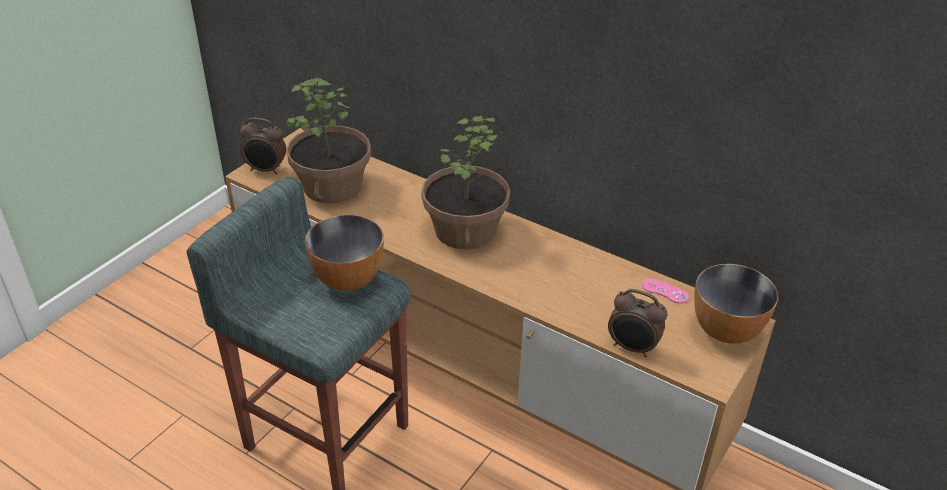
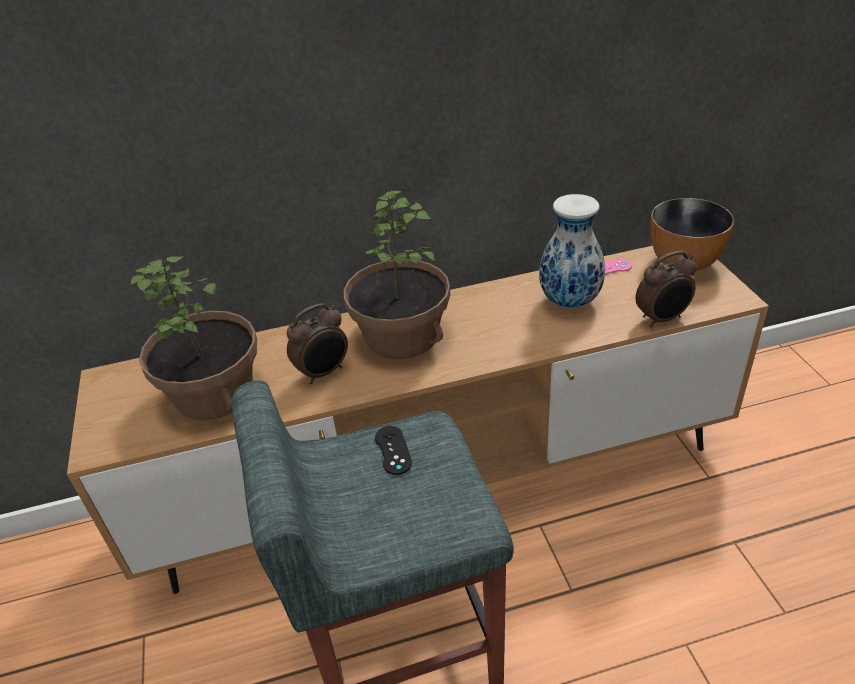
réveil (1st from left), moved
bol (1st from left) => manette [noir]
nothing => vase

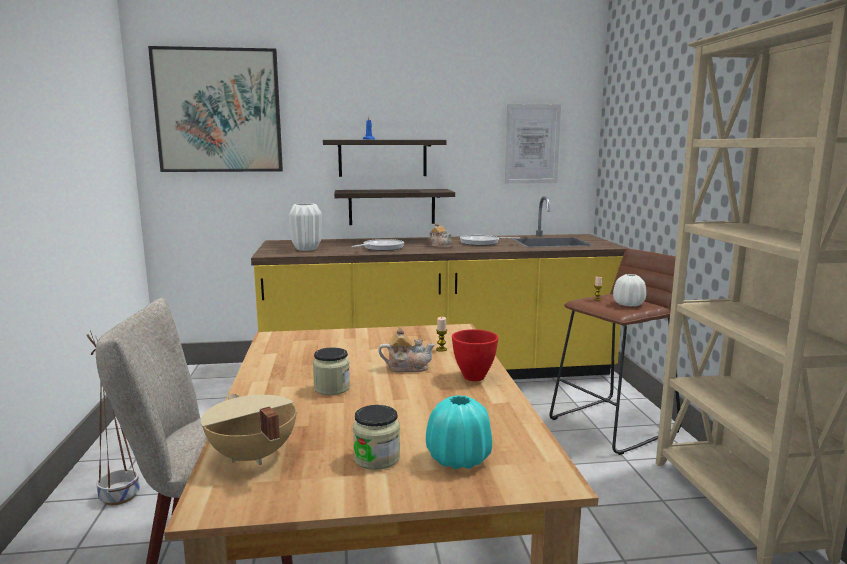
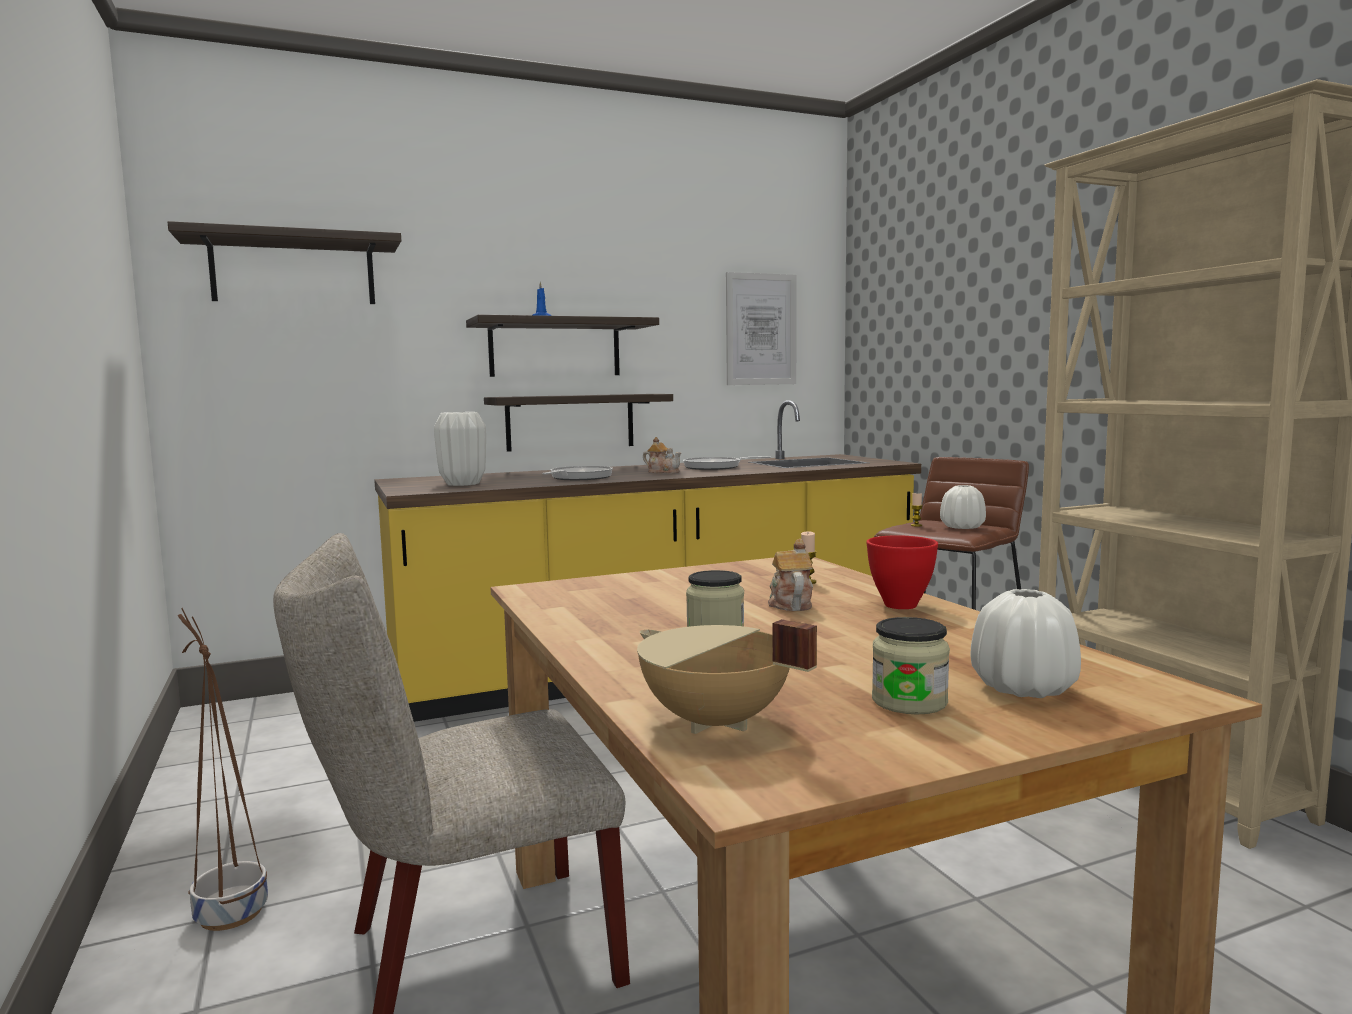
tableau (1st from left) => étagère (1st from left)
théière (1st from left in the first image) => théière (2nd from left), 75 degrees counterclockwise
vase [turquoise] => vase [blanc] (3rd from left)

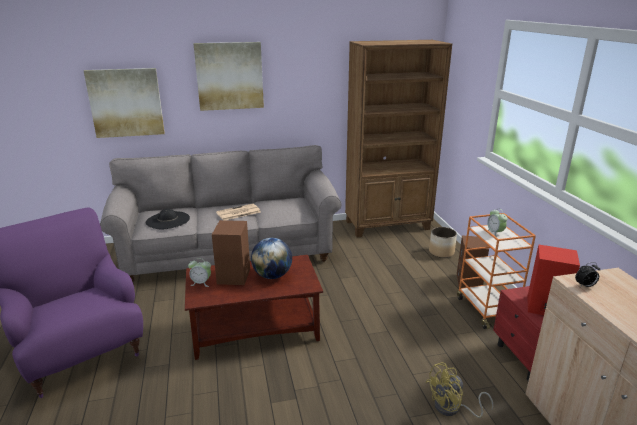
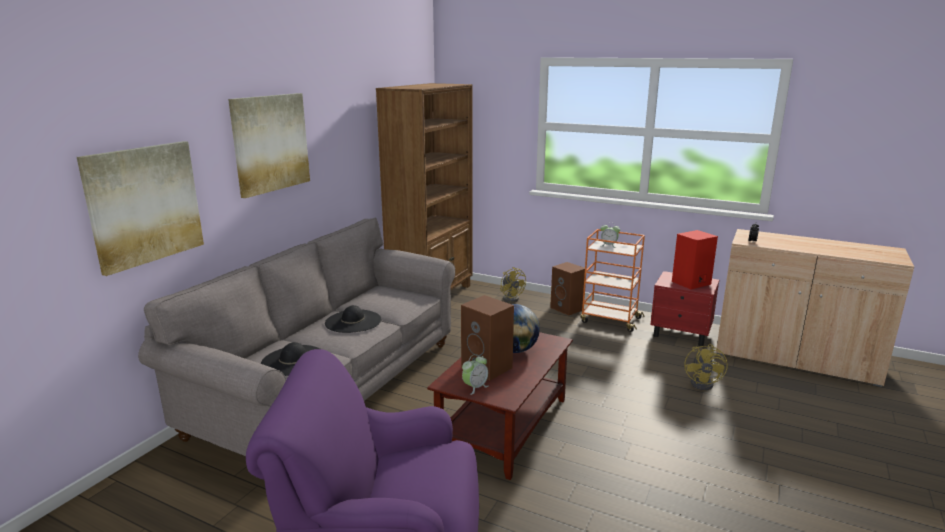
journal => chapeau [noir] (2nd from left)
cache-pot => ventilateur [jaune] (1st from left)

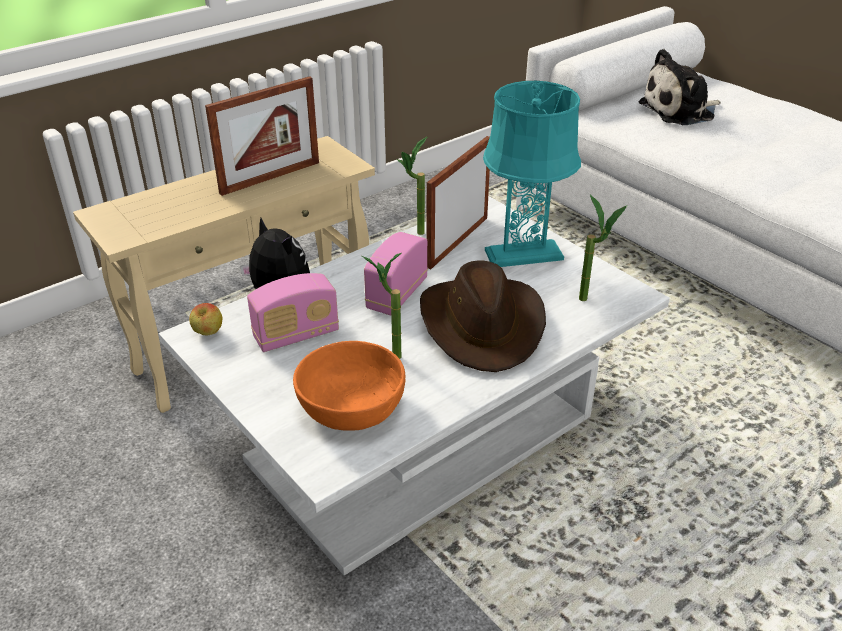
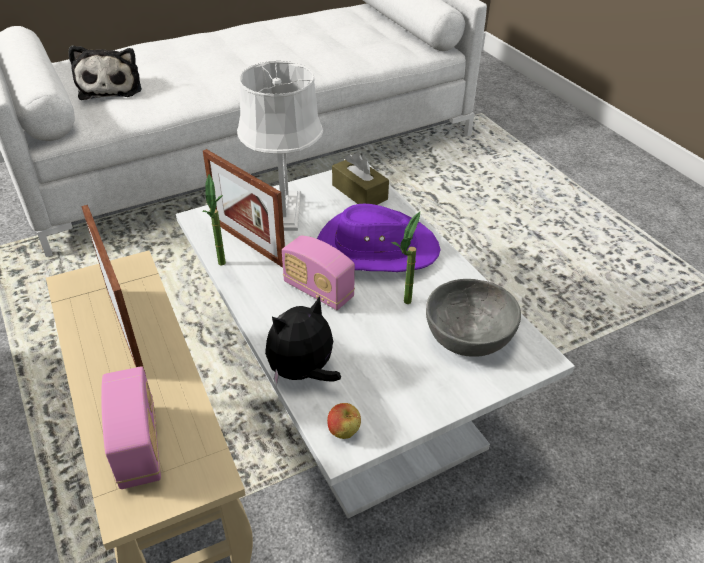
lampe de table [turquoise] => lampe de table [blanc]
plante en pot (3rd from left) => boîte à mouchoirs [marron]
chapeau [marron] => chapeau [violet]
radio (1st from left), moved
bol [orange] => bol [gris]

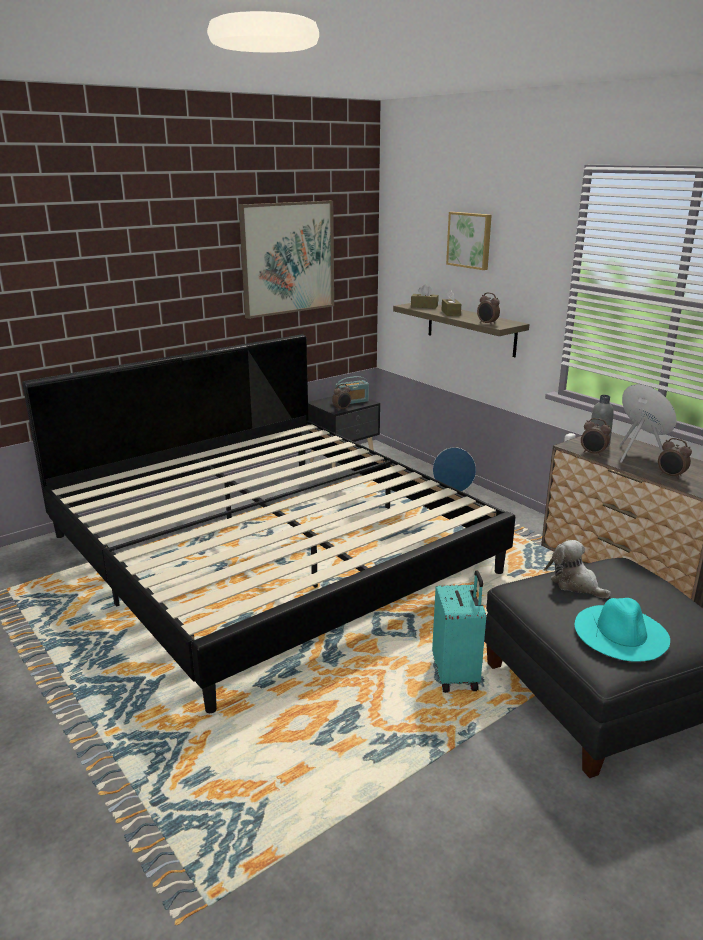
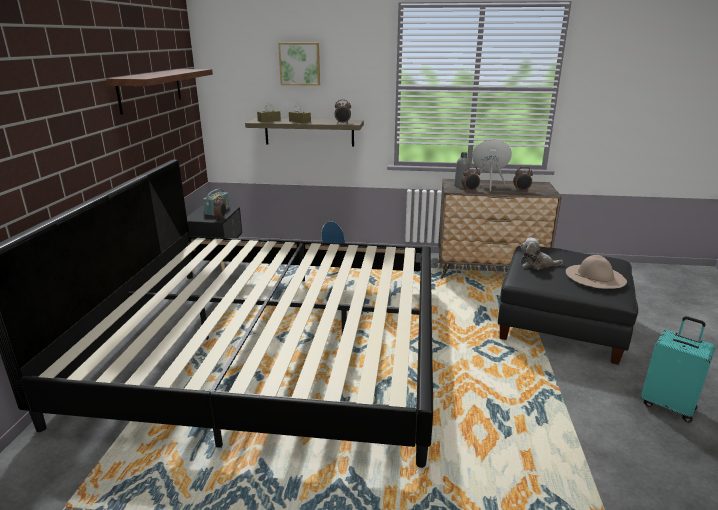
tableau (1st from left) => étagère (1st from left)
valise [turquoise], moved
chapeau [turquoise] => chapeau [beige]

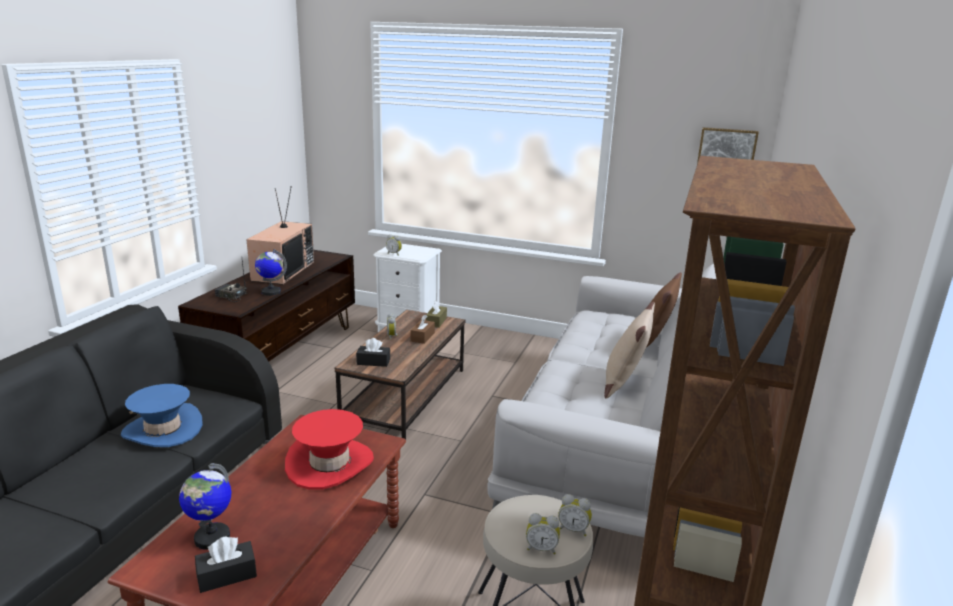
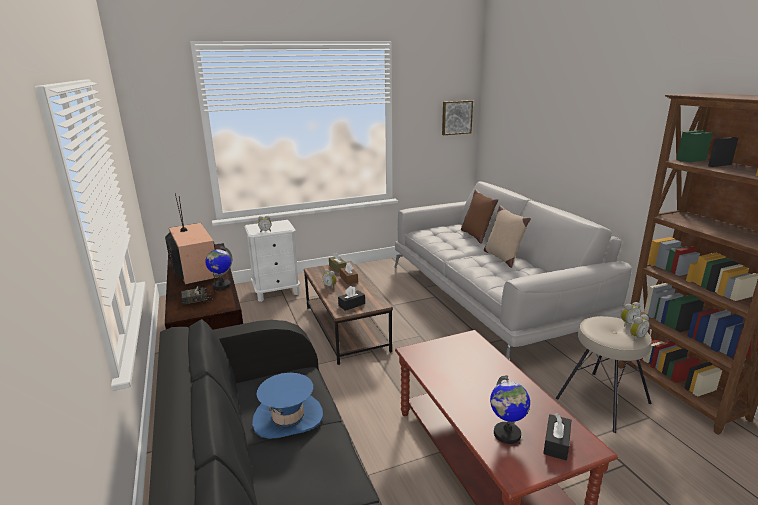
chapeau [rouge] => nothing

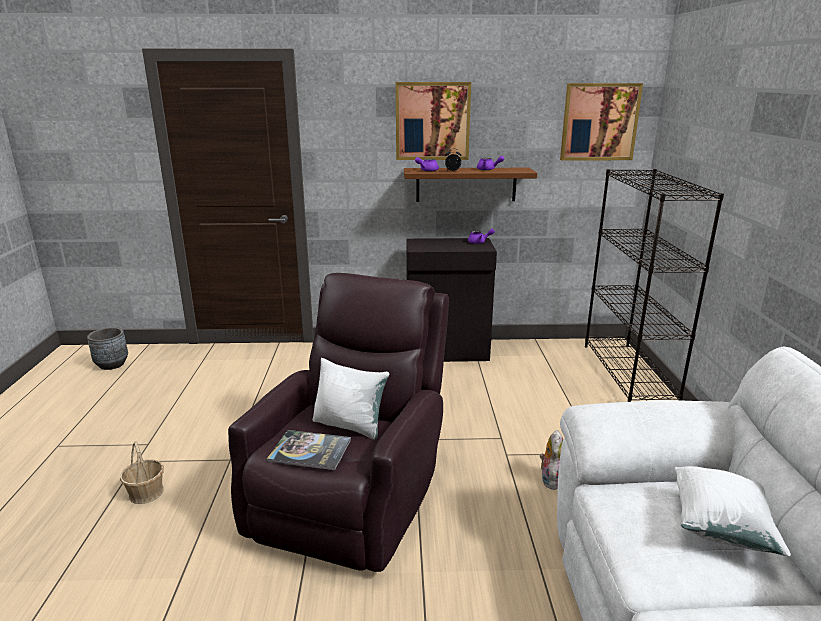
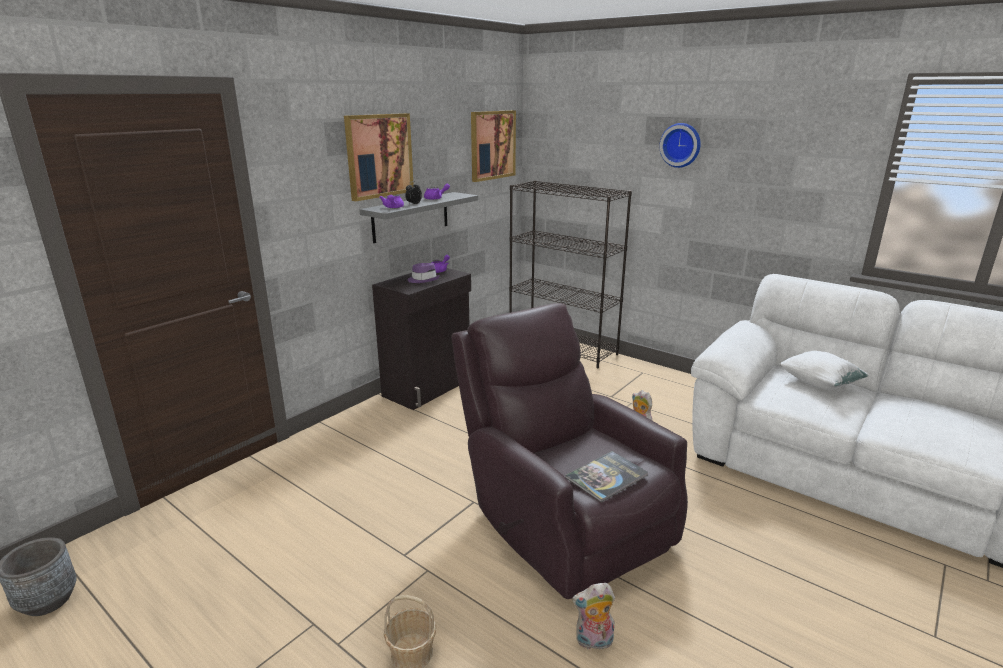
étagère [marron] => étagère [gris]
coussin [blanc] (1st from left) => nothing
nothing => horloge murale
nothing => chapeau [violet]
nothing => peluche (1st from left)

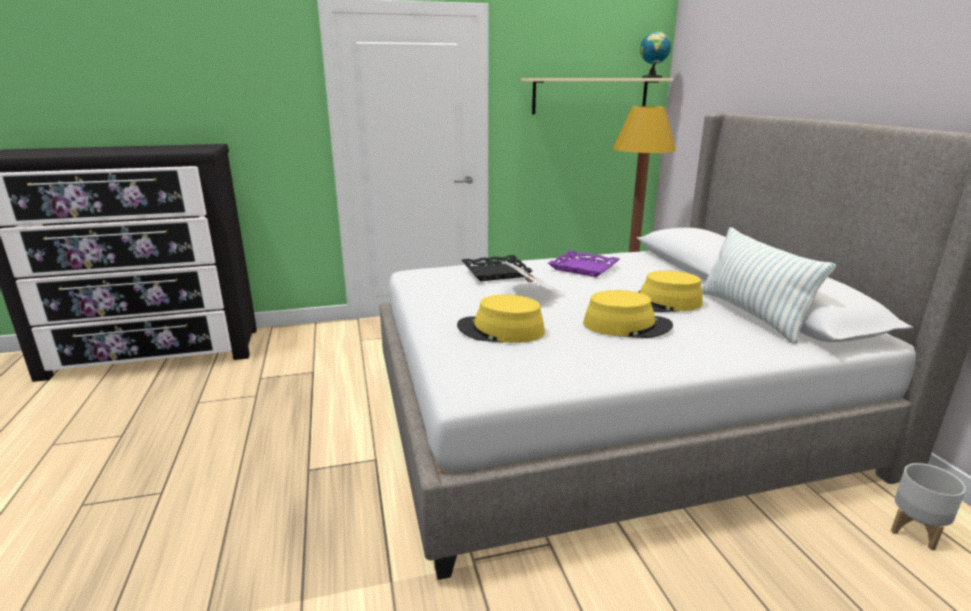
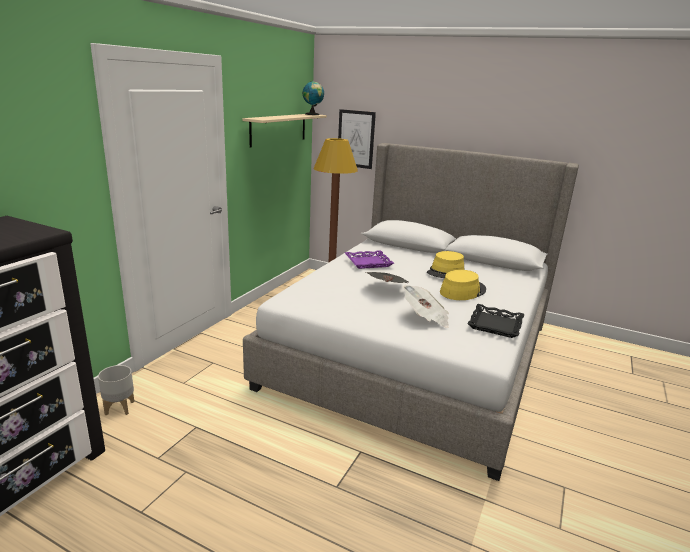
coussin => nothing
plateau [noir], moved
chapeau [jaune] (1st from left) => journal (2nd from left)
cache-pot [gris], moved
nothing => tableau

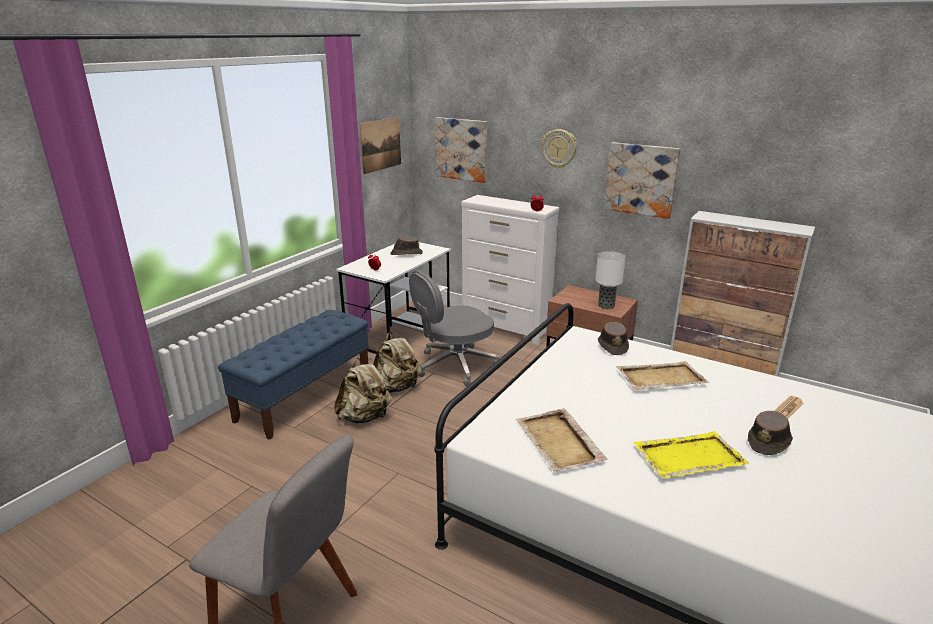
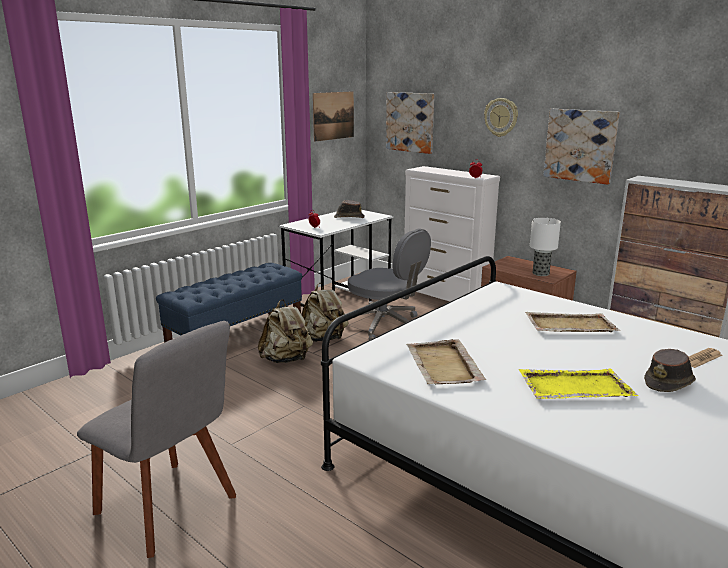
chaise de bureau [gris], 120 degrees counterclockwise
chapeau [marron] (2nd from left) => nothing

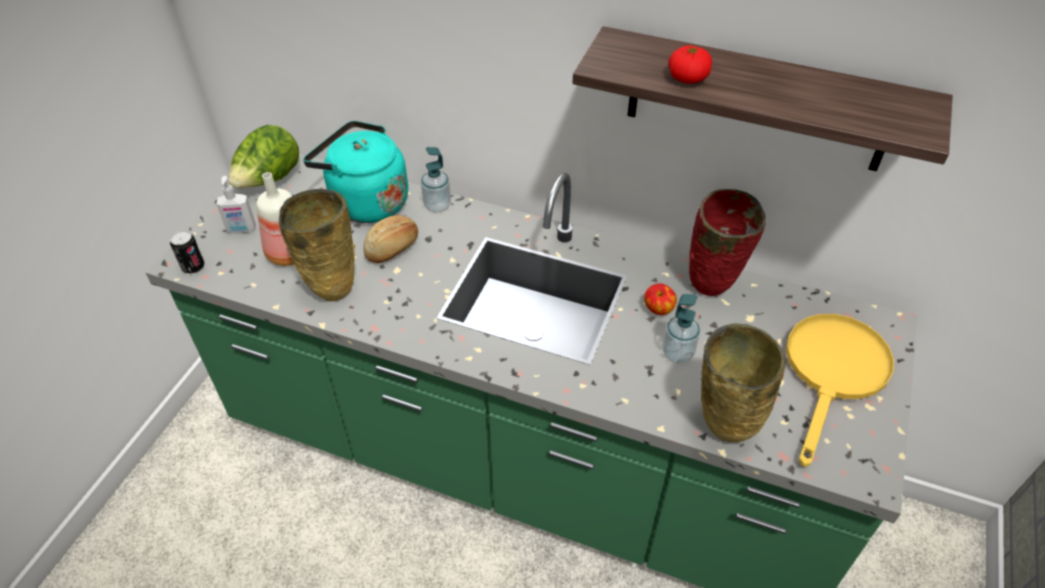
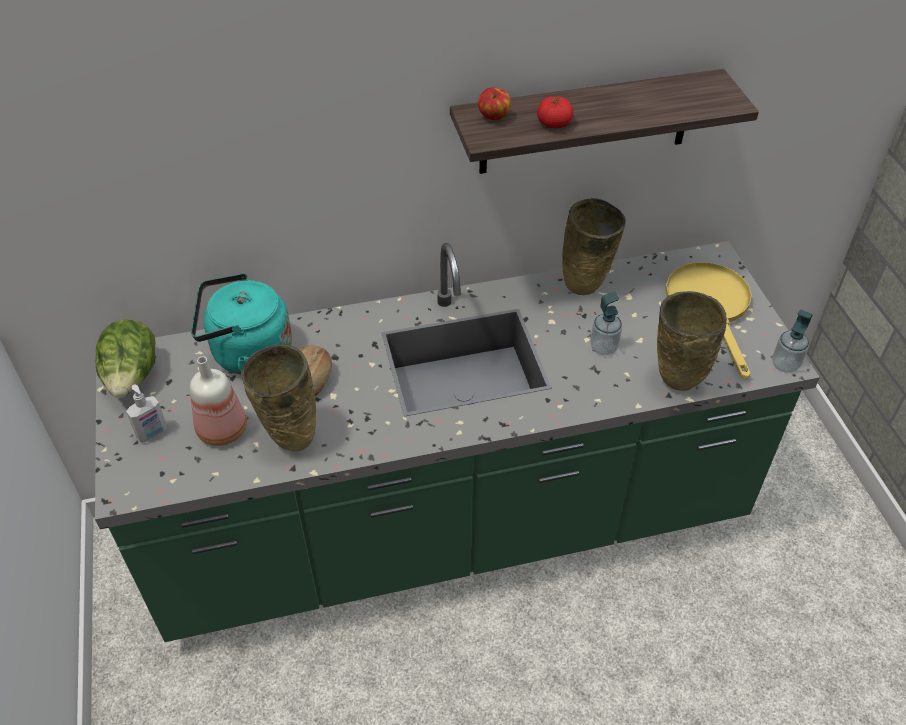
distributeur de savon (2nd from left in the first image) => distributeur de savon (3rd from left), moved
vase [rouge] => vase [beige] (2nd from left)
boîte métallique => nothing
pomme, moved

